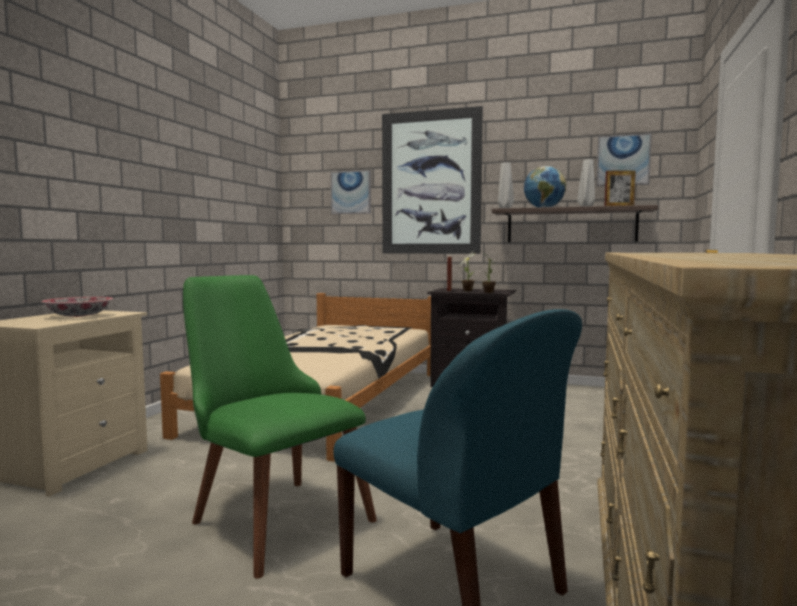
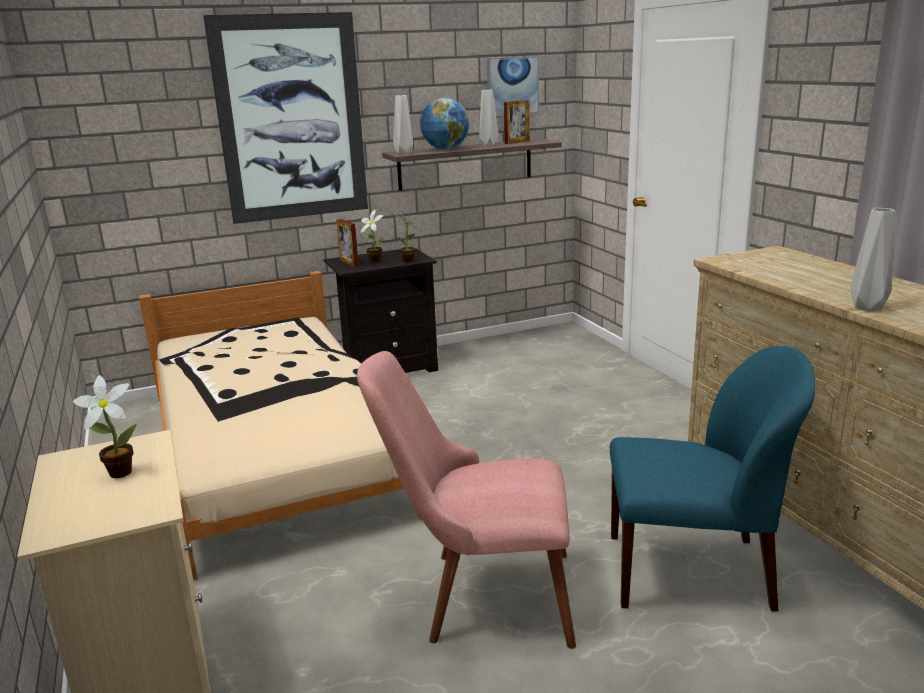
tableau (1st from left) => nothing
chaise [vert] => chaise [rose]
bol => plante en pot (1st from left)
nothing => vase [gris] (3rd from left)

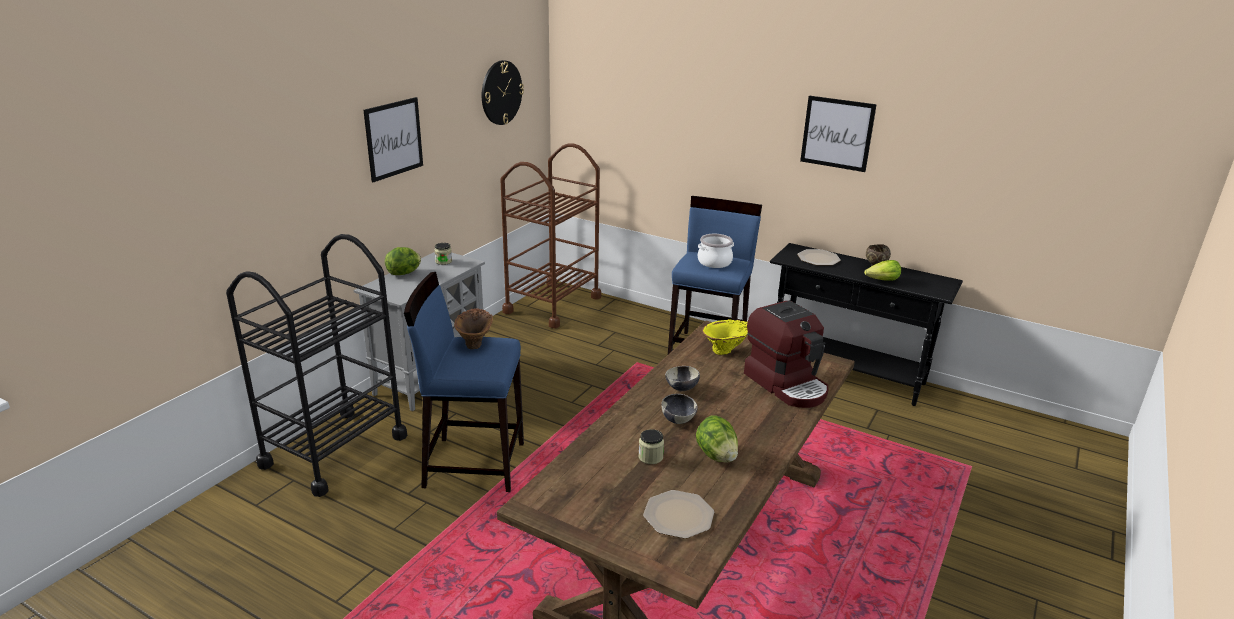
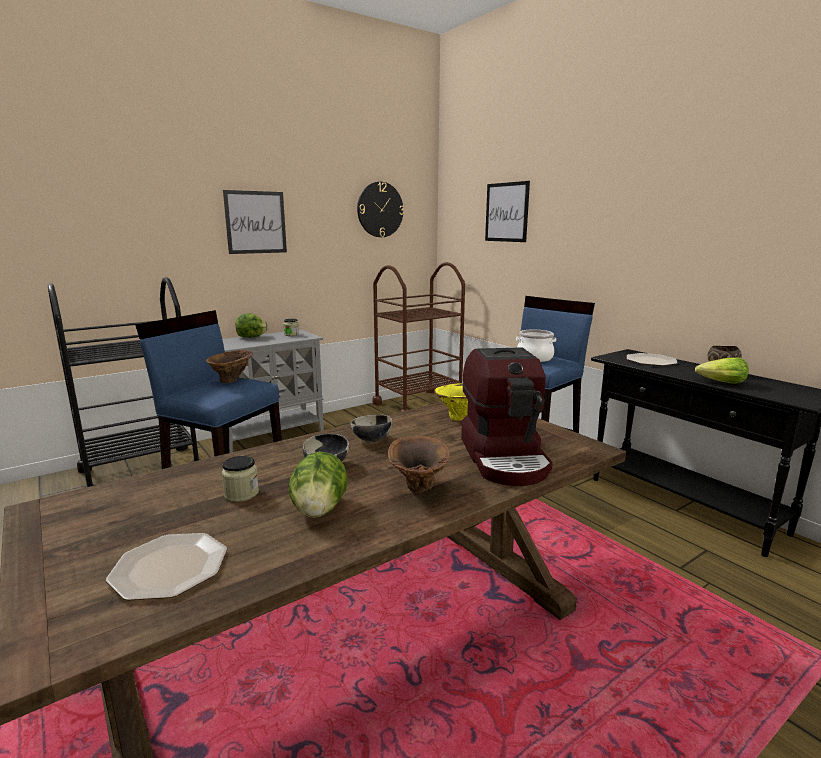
tableau (2nd from left), moved
nothing => vase [marron] (2nd from left)

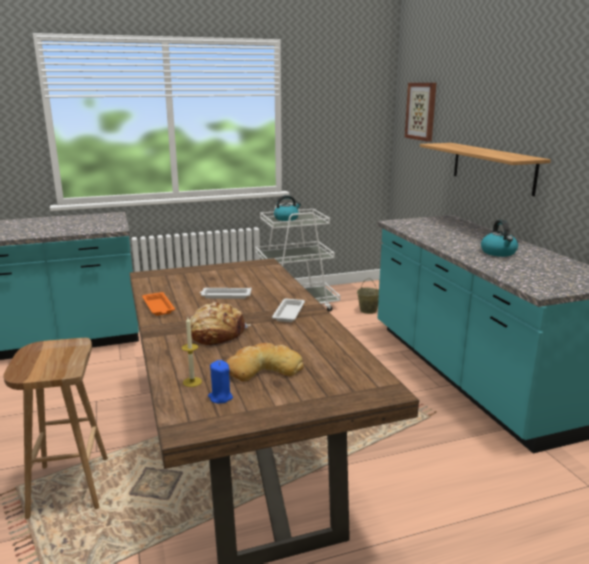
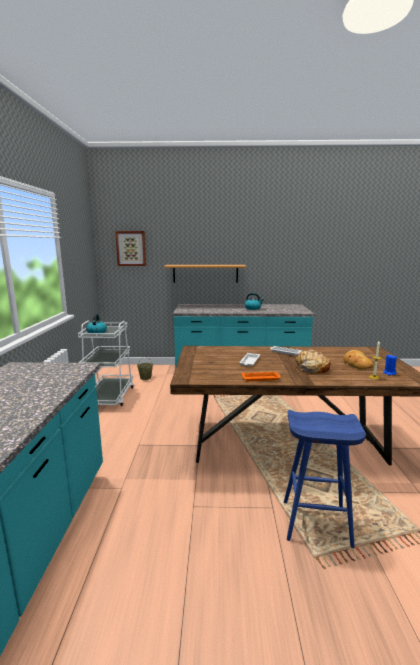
tabouret [marron] => tabouret [bleu]

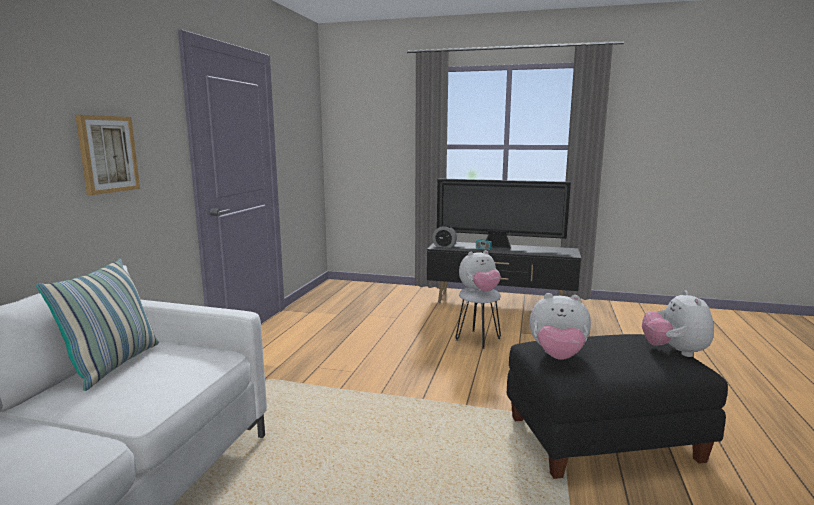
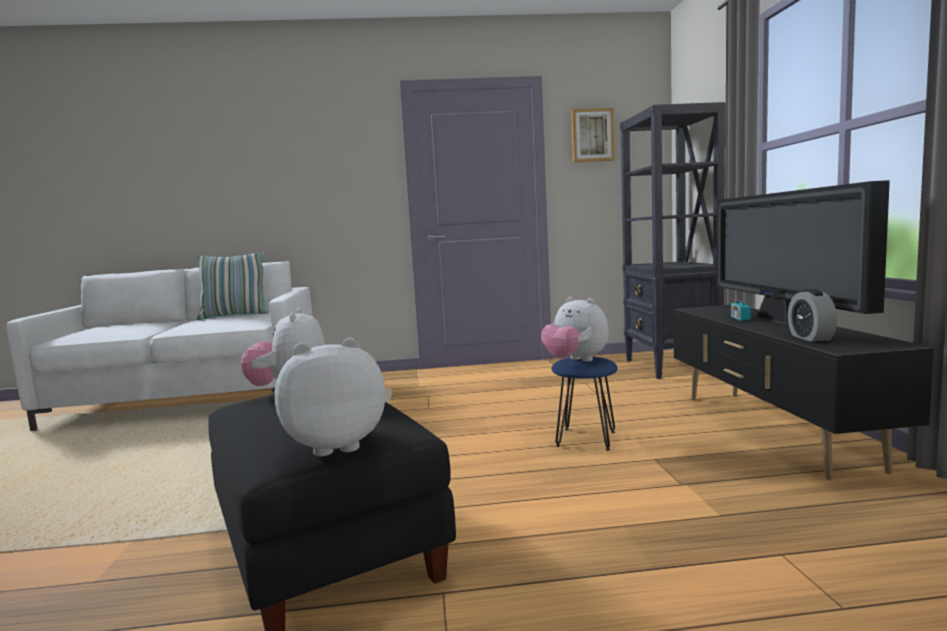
tableau, moved
réveil, moved
tabouret [blanc] => tabouret [bleu]
nothing => bibliothèque [noir]

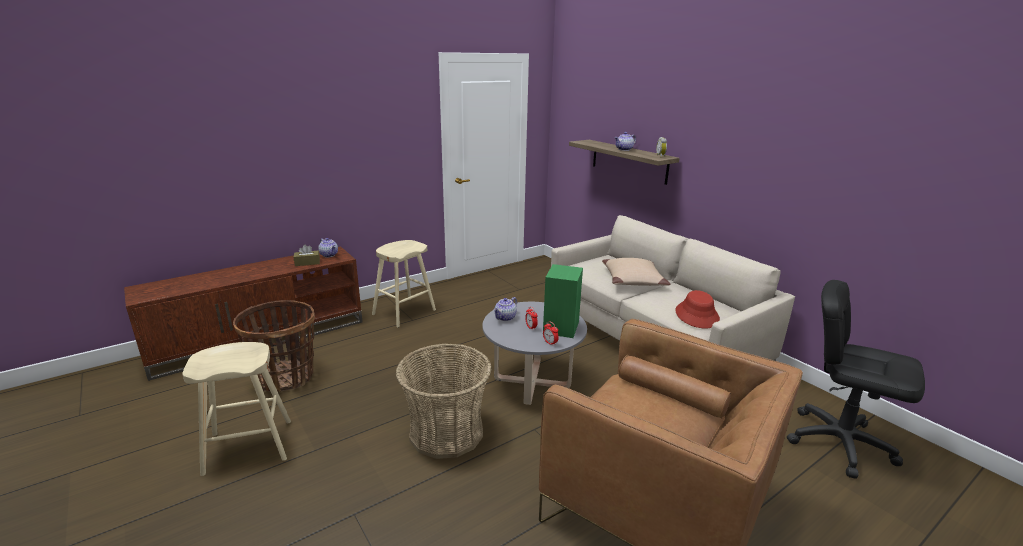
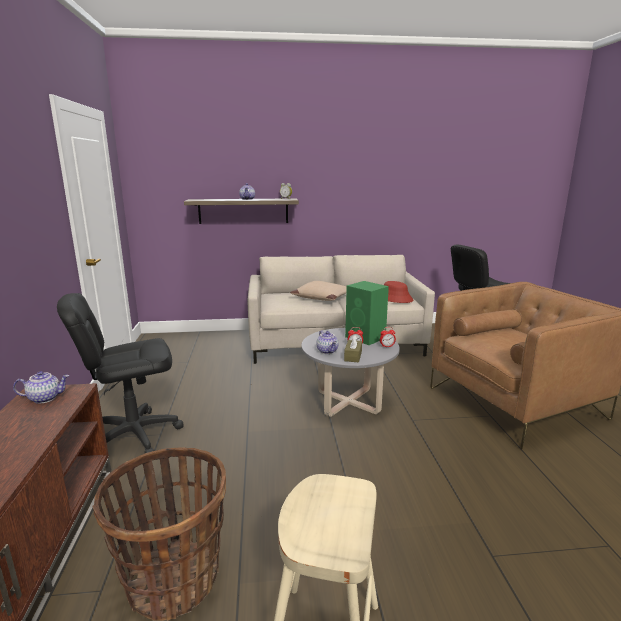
tabouret [beige] (2nd from left) => chaise de bureau [noir] (1st from left)
boîte à mouchoirs [marron], moved
panier (2nd from left) => nothing

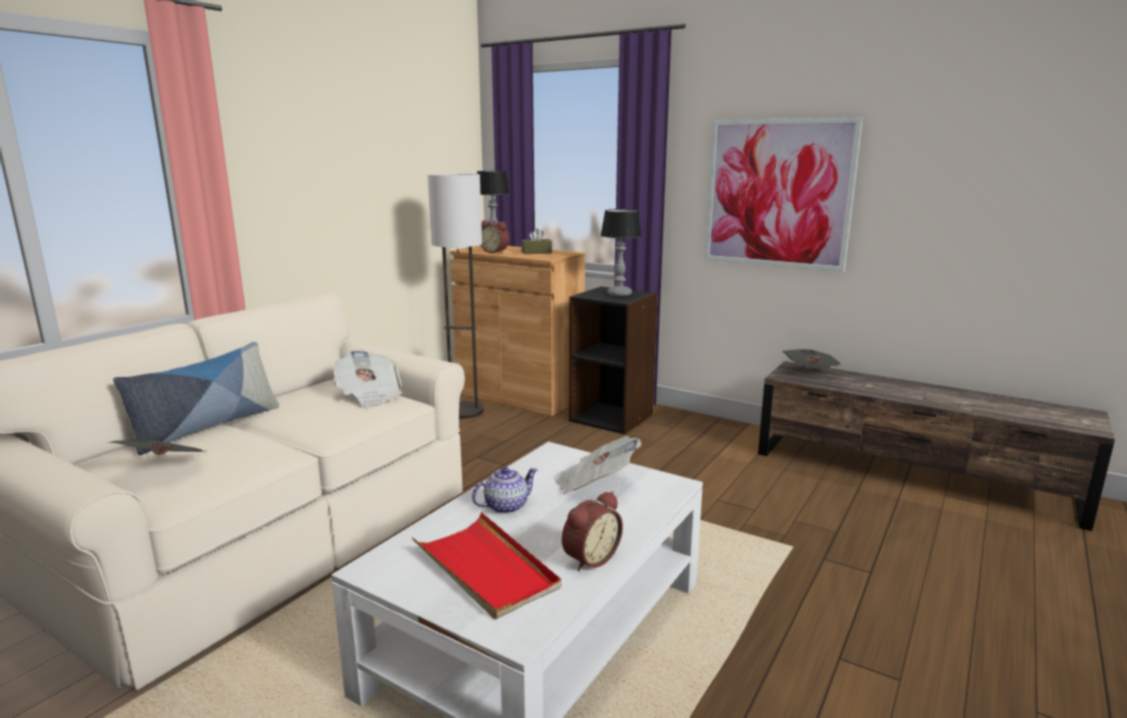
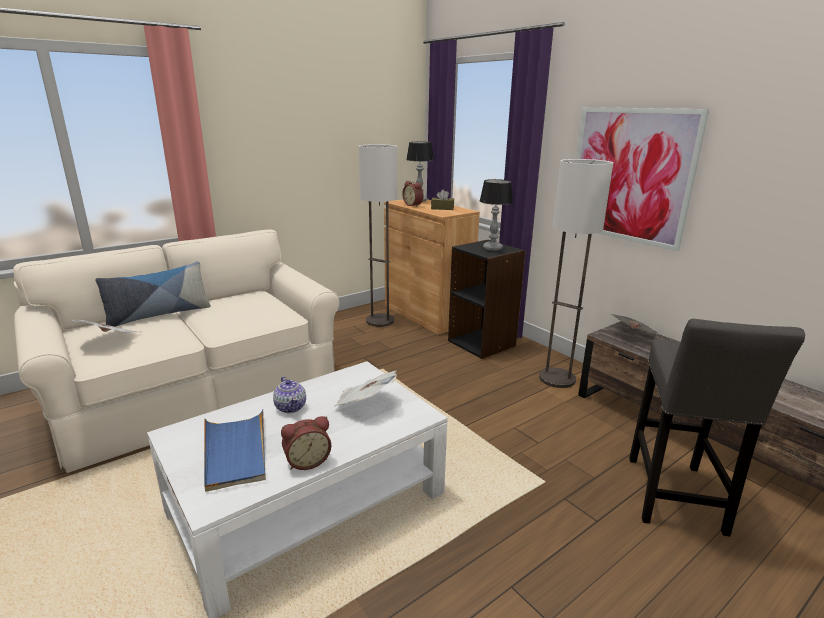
journal (2nd from left) => nothing
théière, 75 degrees clockwise
plateau [rouge] => plateau [bleu]
nothing => lampadaire (2nd from left)
nothing => tabouret [gris]

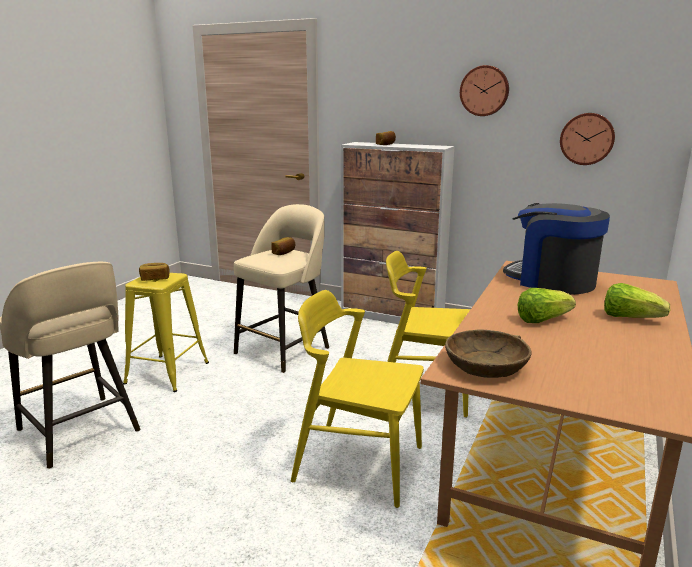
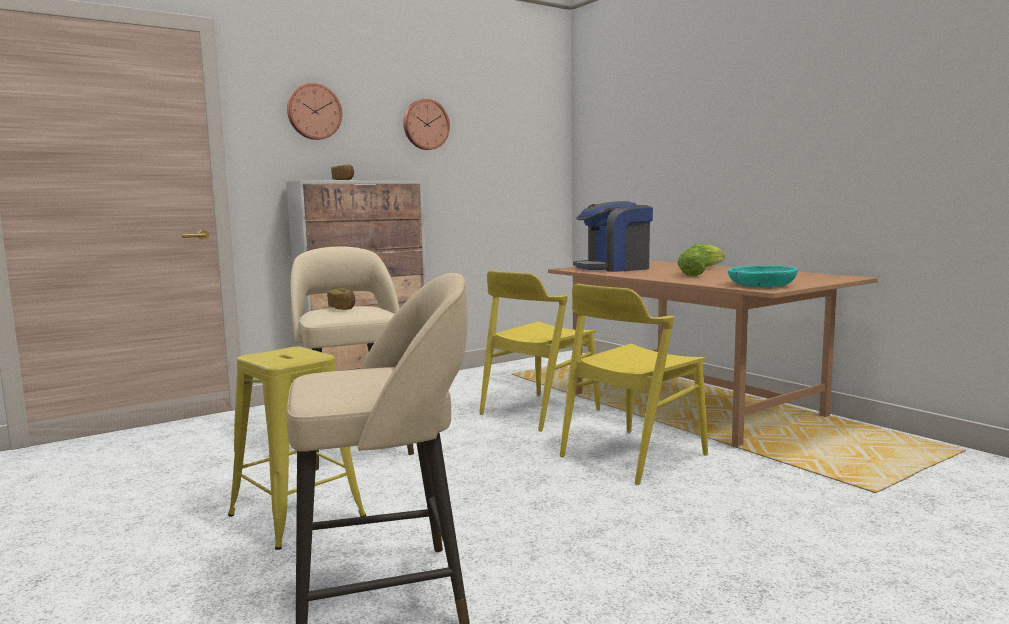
horloge murale (2nd from left in the first image) => horloge murale (1st from left), moved
pain (1st from left) => nothing
bol [marron] => bol [turquoise]

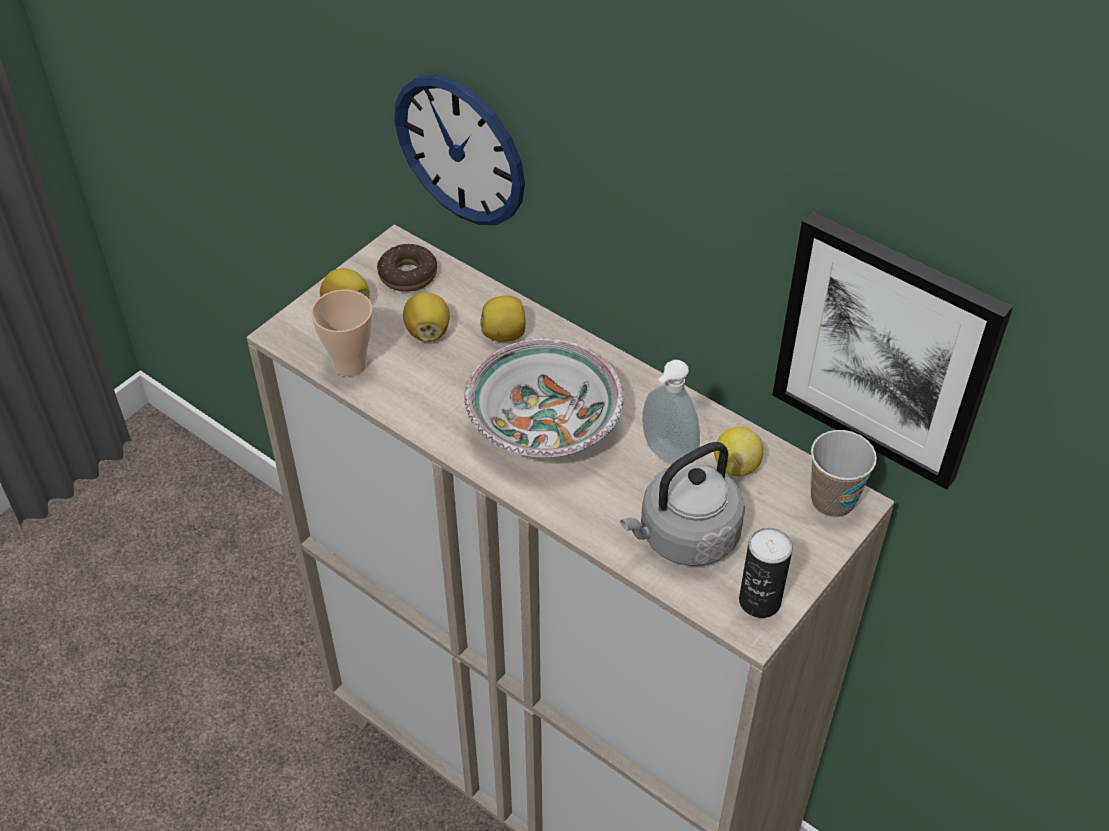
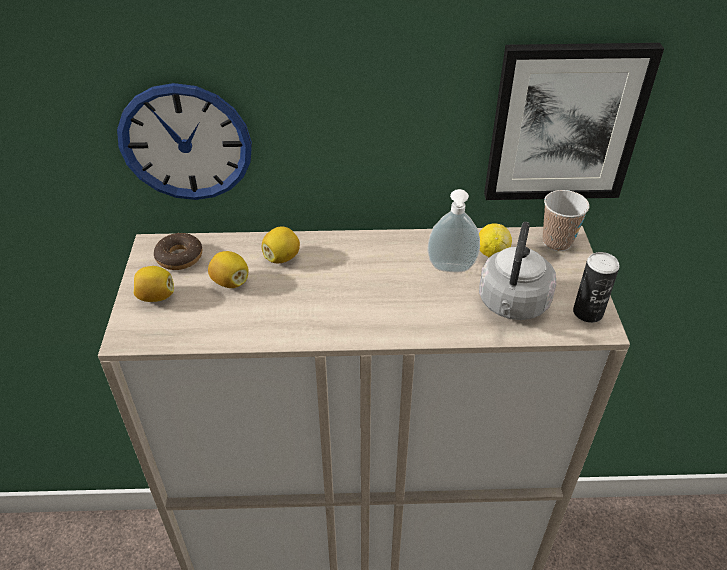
tasse (1st from left) => nothing
bol => nothing

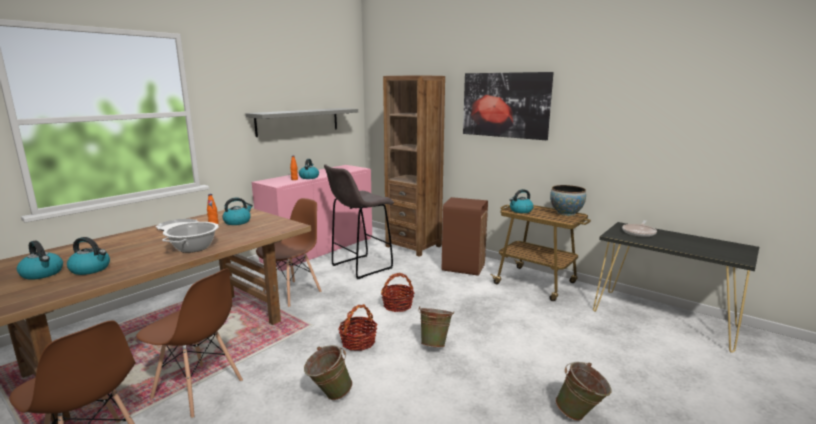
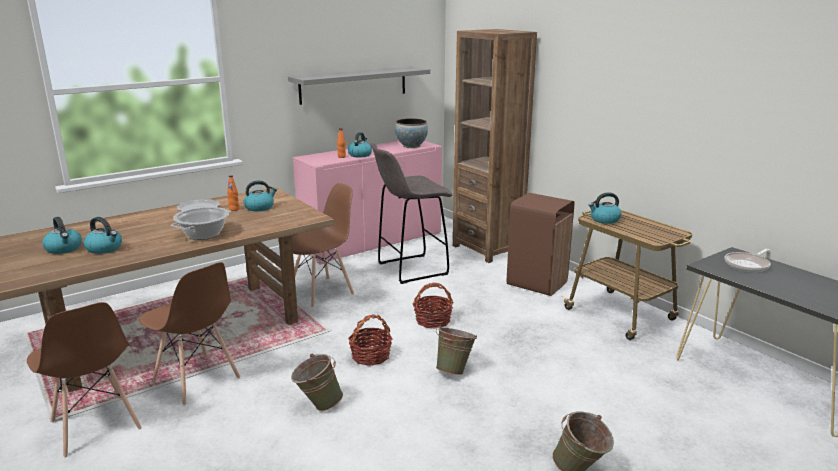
tableau => nothing
bol, moved

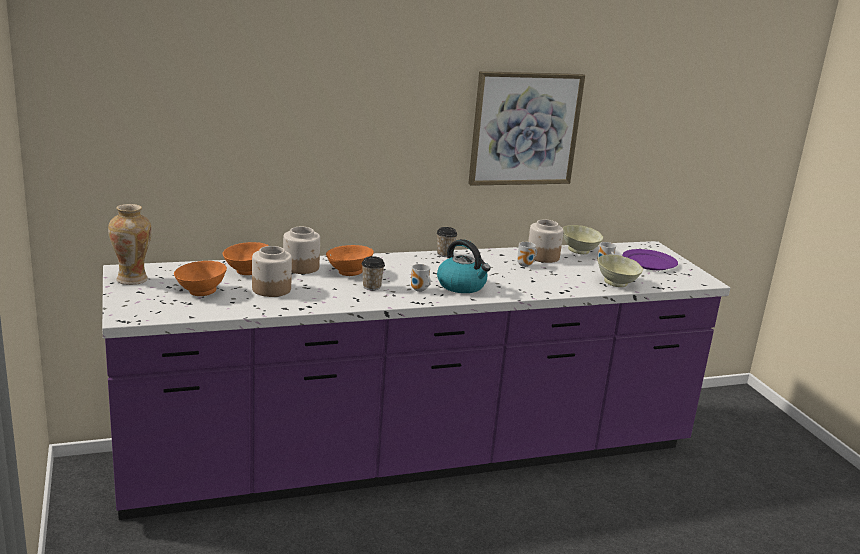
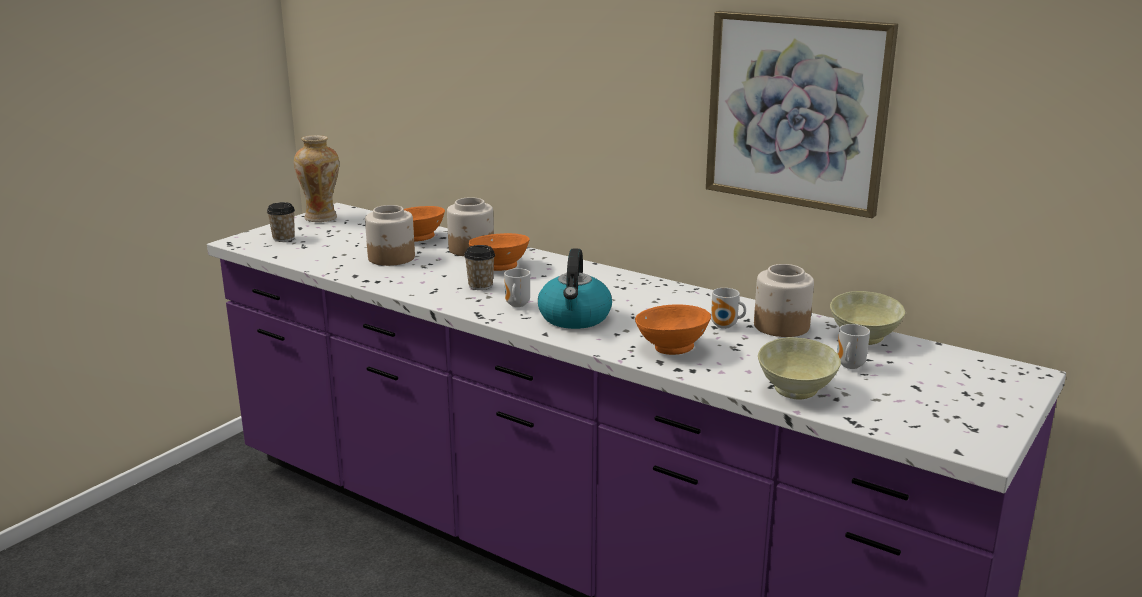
tasse (2nd from left in the first image) => tasse (1st from left), moved
assiette [violet] => nothing
bol [orange] (1st from left in the first image) => bol [orange] (3rd from left), moved

